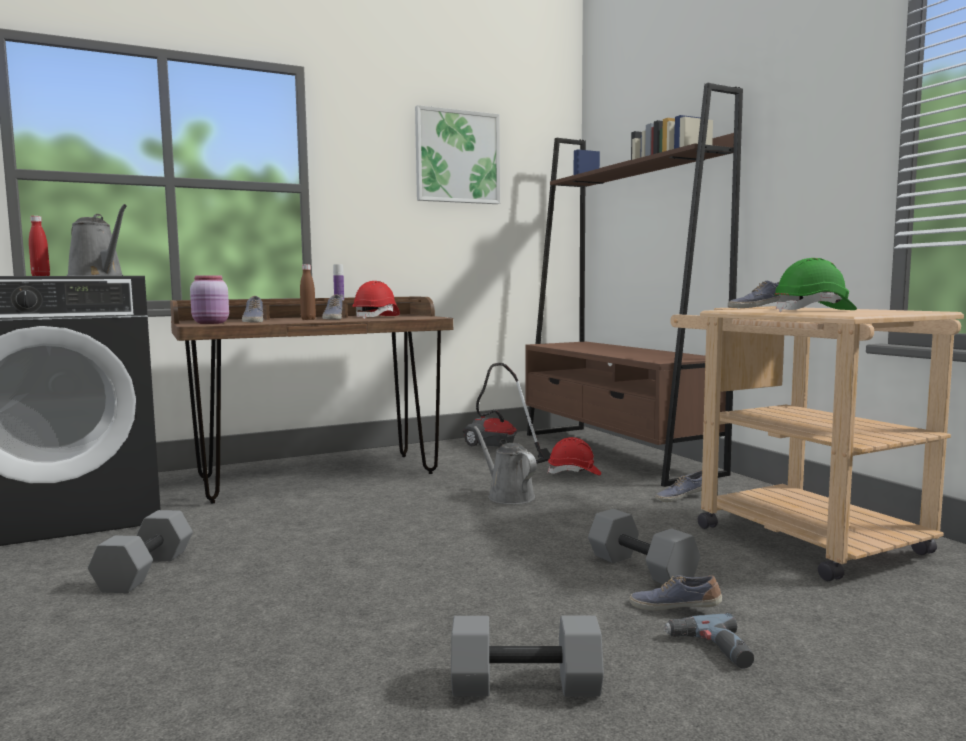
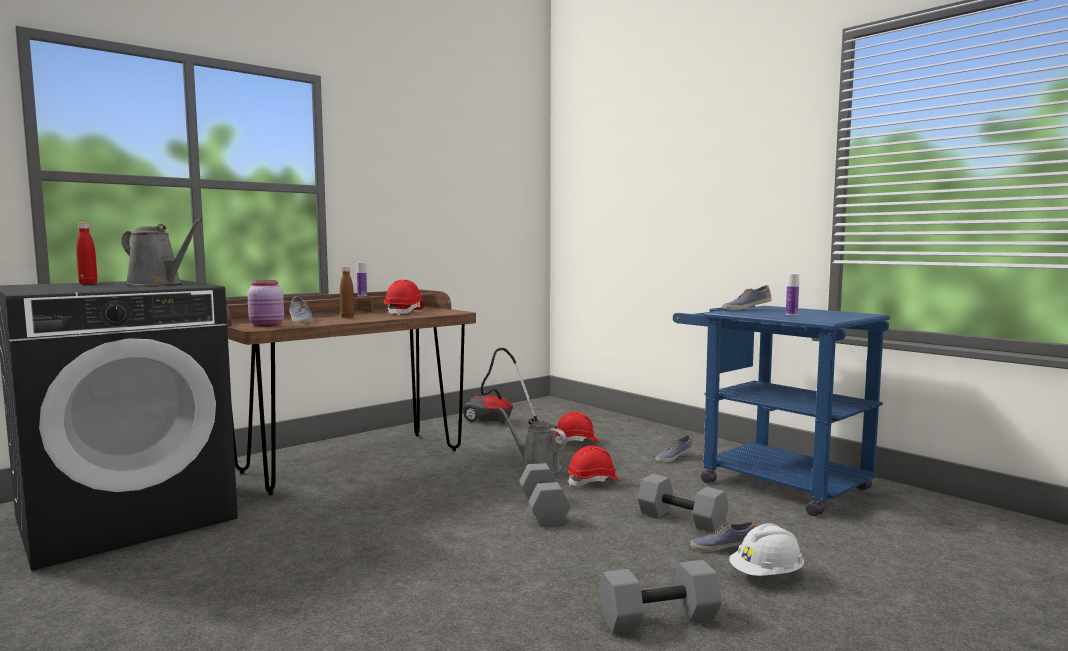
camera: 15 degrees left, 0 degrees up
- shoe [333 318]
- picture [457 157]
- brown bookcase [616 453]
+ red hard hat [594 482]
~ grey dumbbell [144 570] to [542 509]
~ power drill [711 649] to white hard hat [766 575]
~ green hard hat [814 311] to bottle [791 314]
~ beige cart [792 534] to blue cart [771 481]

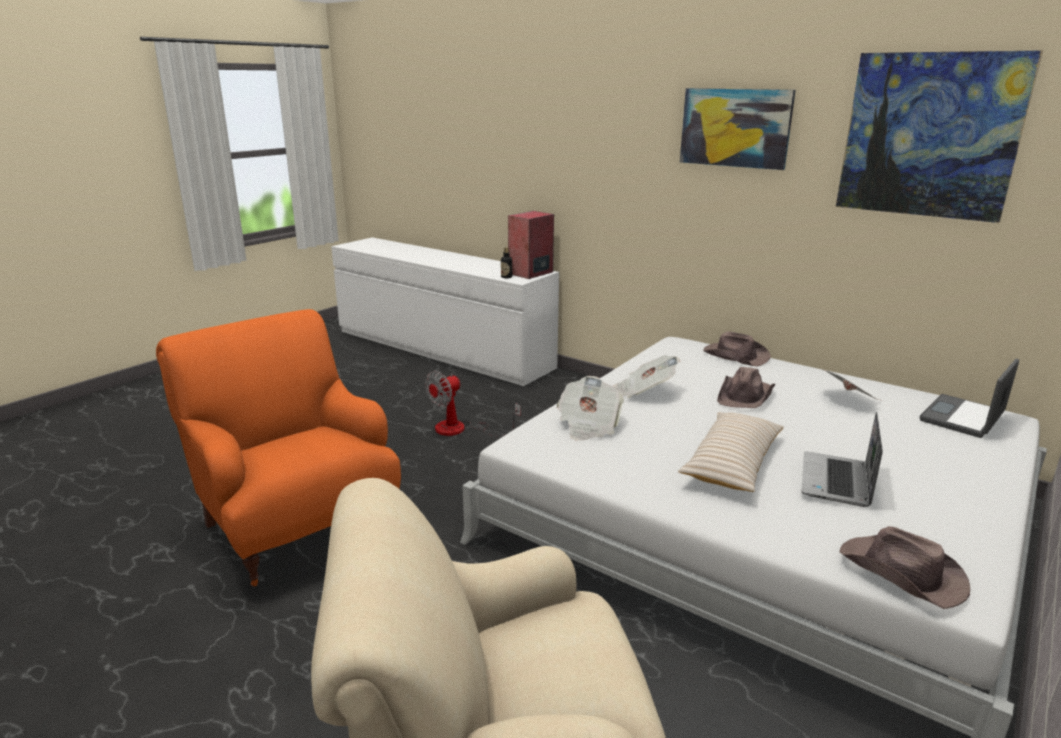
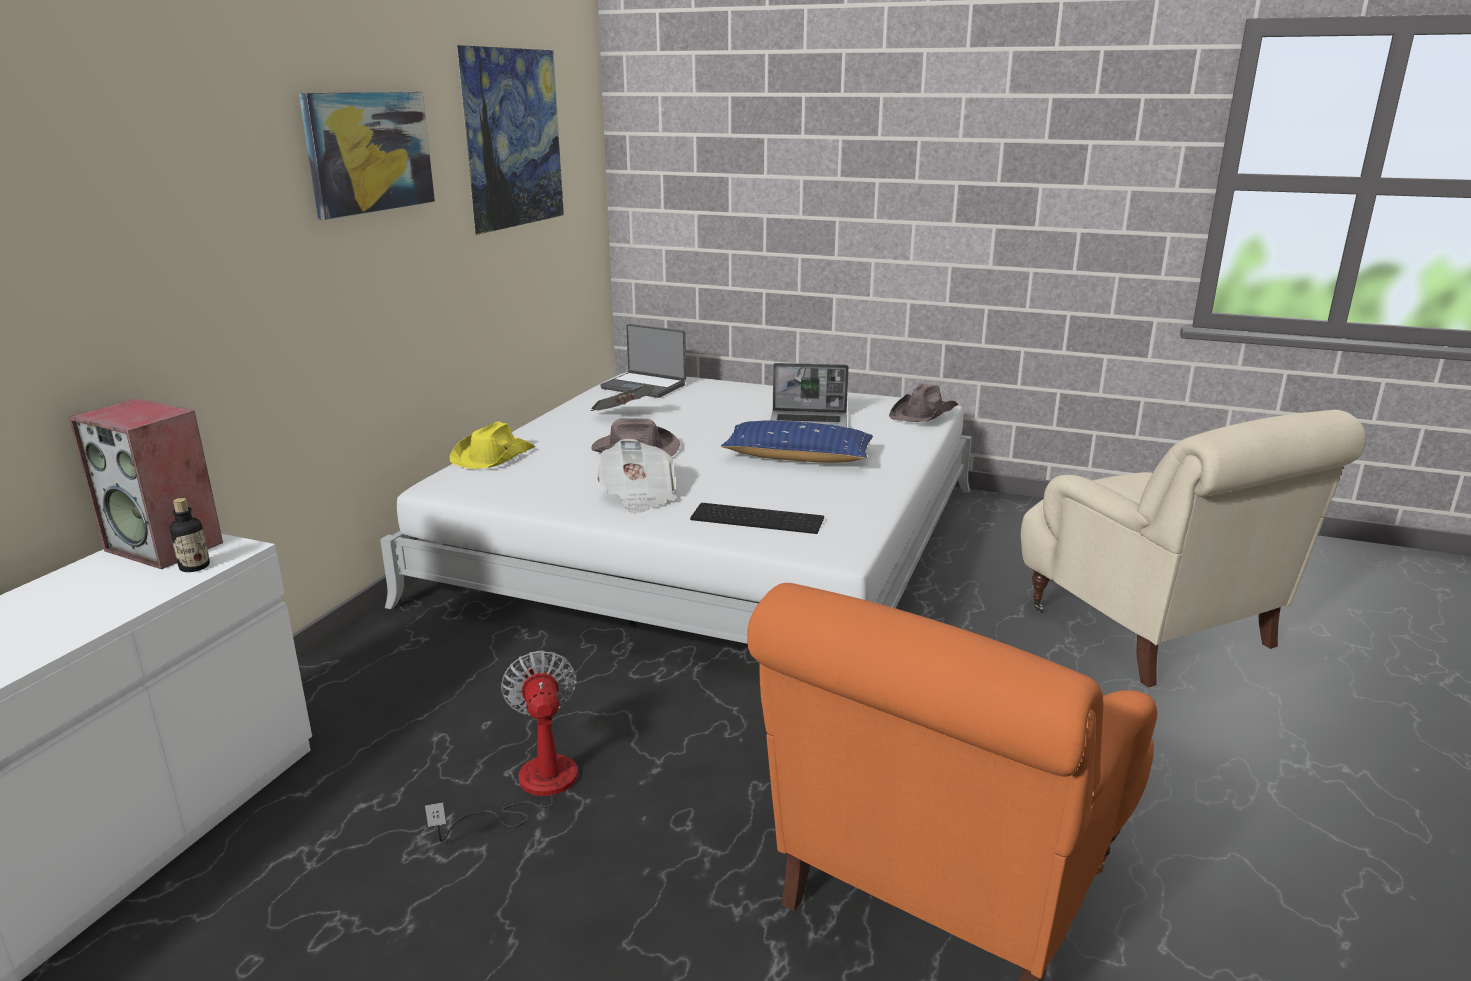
camera: 105 degrees left, 0 degrees up
~ newspaper [588 425] to keyboard [759 518]
~ beige pillow [732 463] to blue pillow [797 457]
~ brown hat [735 355] to yellow hat [492 456]
~ fan [461 429] = [531 789] 135 degrees counterclockwise

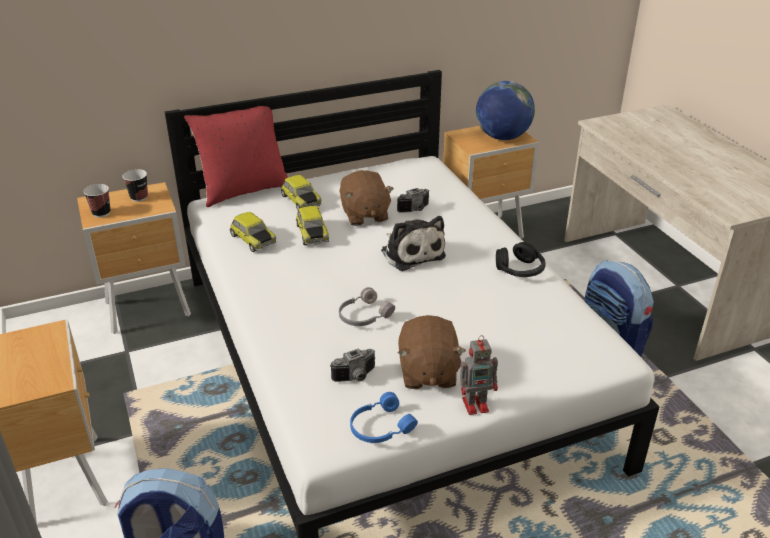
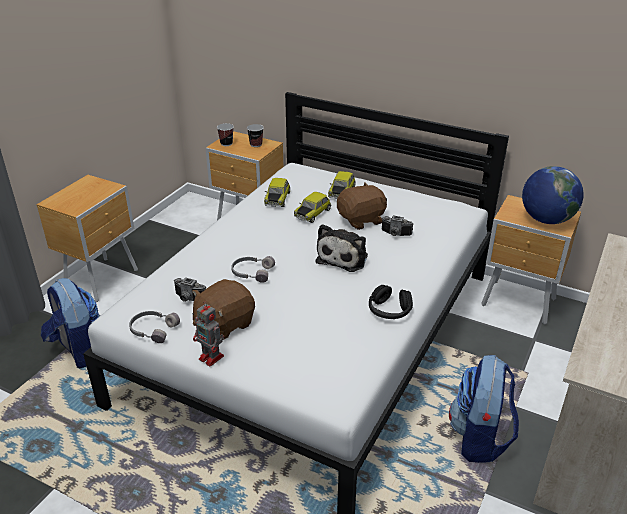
camera: 50 degrees right, 0 degrees up
- red pillow [243 190]
~ blue headphones [380 427] to grey headphones [153 330]
~ brown plush toy [364 215] = [361 220] 150 degrees counterclockwise

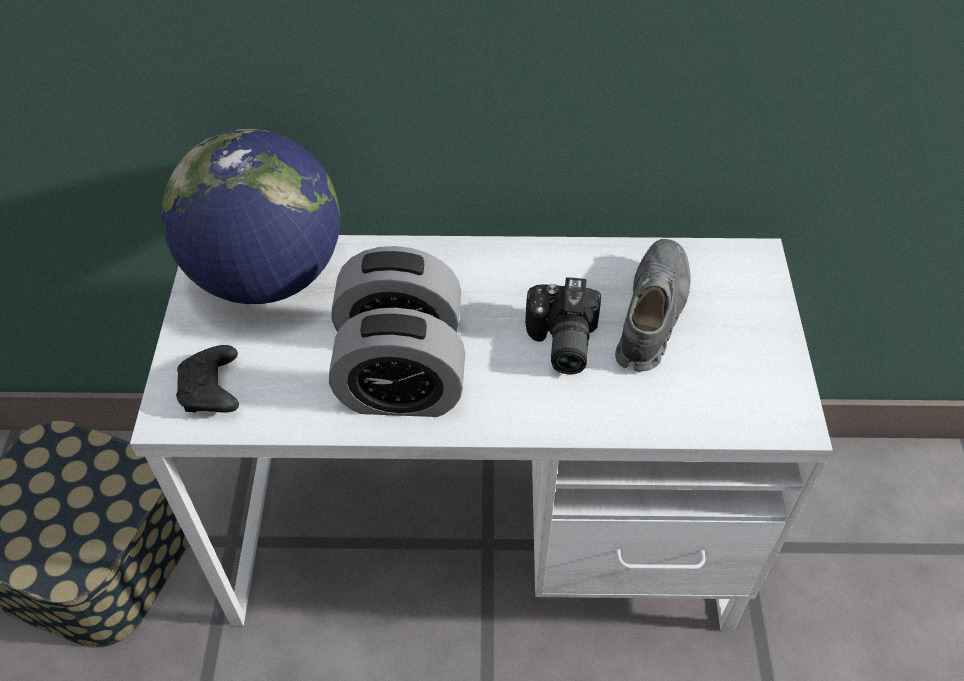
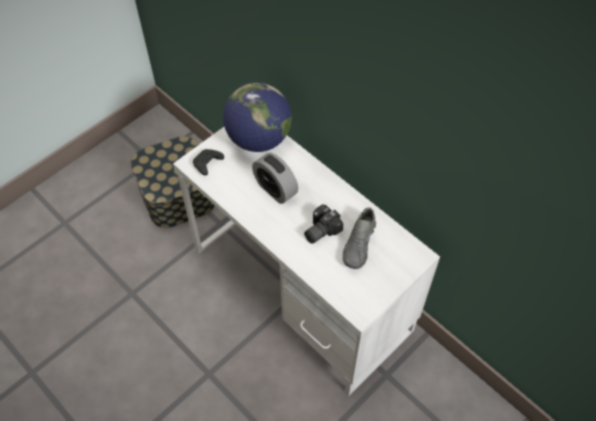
camera: 45 degrees right, 5 degrees up
- alarm clock [401 397]
~ grey shoe [651 314] = [359 245] 135 degrees clockwise

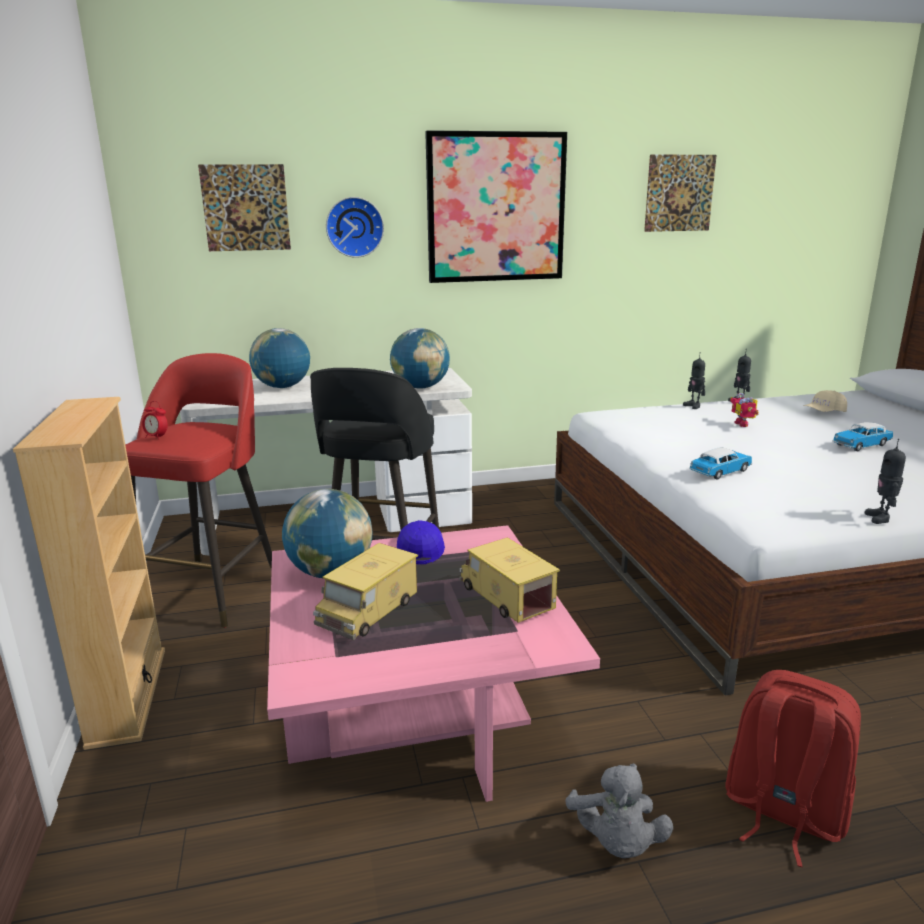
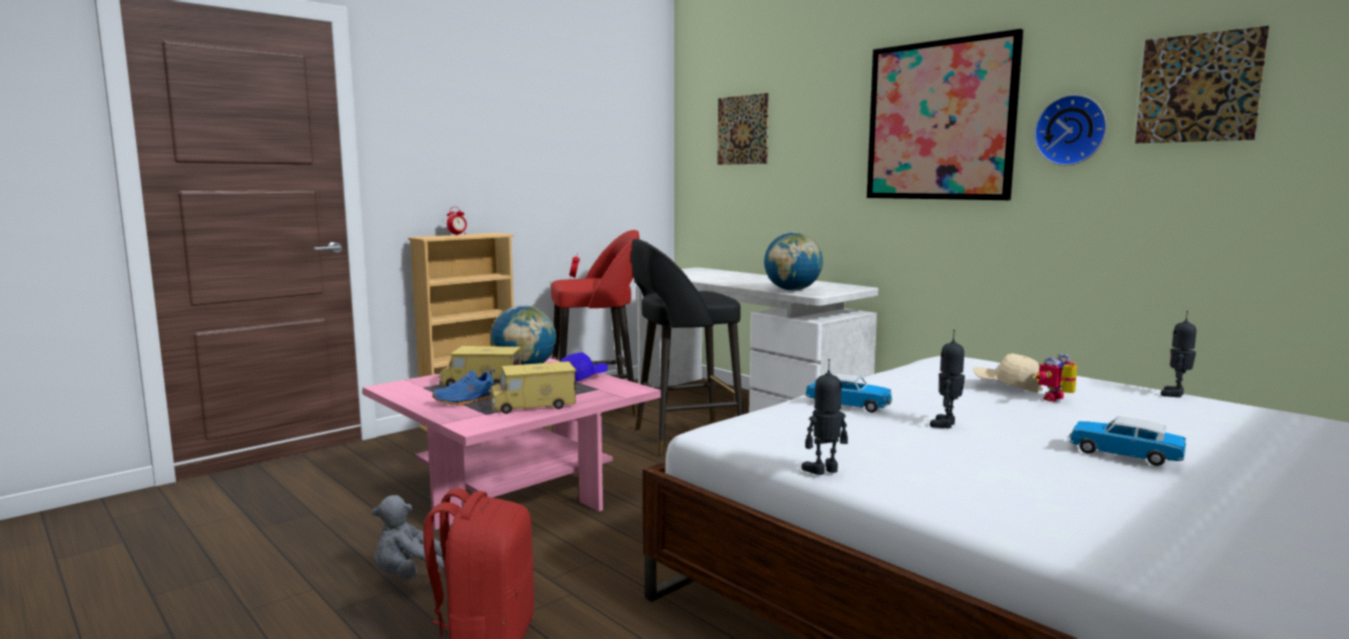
camera: 60 degrees right, 10 degrees down
- globe [282 387]
+ blue shoe [466 401]
+ alarm clock [457 235]
~ wall clock [354 227] to [1071 130]
~ toy robot [693 406] to [946 425]
~ beige cap [824 412] to [1007 386]
~ toy truck [506 597] = [532 405] 135 degrees counterclockwise

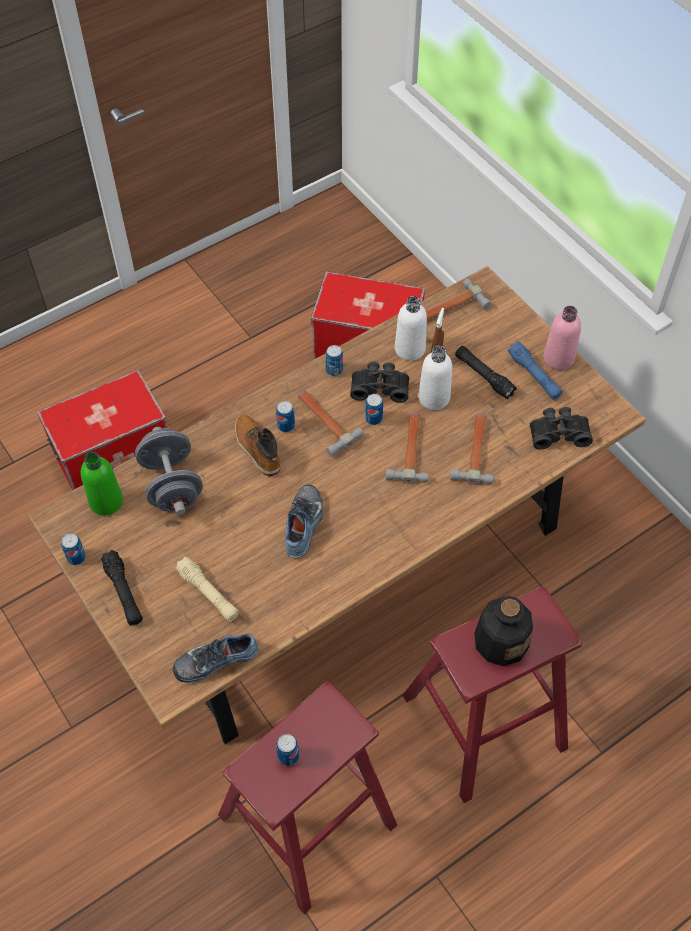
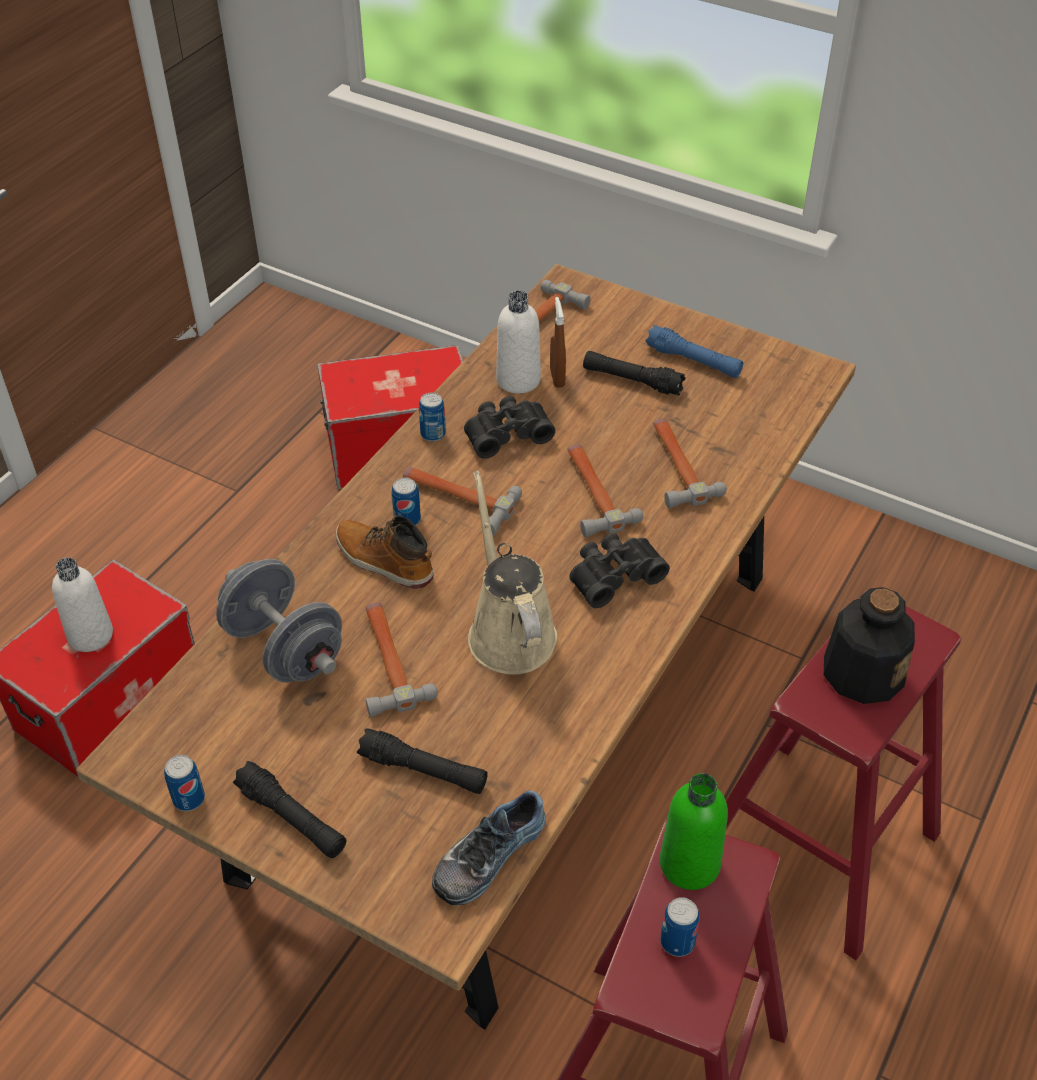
camera: 25 degrees left, 10 degrees down
- can [373 418]
- pink bottle [558 358]
+ hammer [388 660]
~ green bottle [106 501] to [689 864]
~ white bottle [434 398] to [90 635]
~ black binoculars [558 432] to [613 575]
~ shoe [305 525] to beige watering can [509 631]
~ beige flashlight [208 593] to black flashlight [423 770]

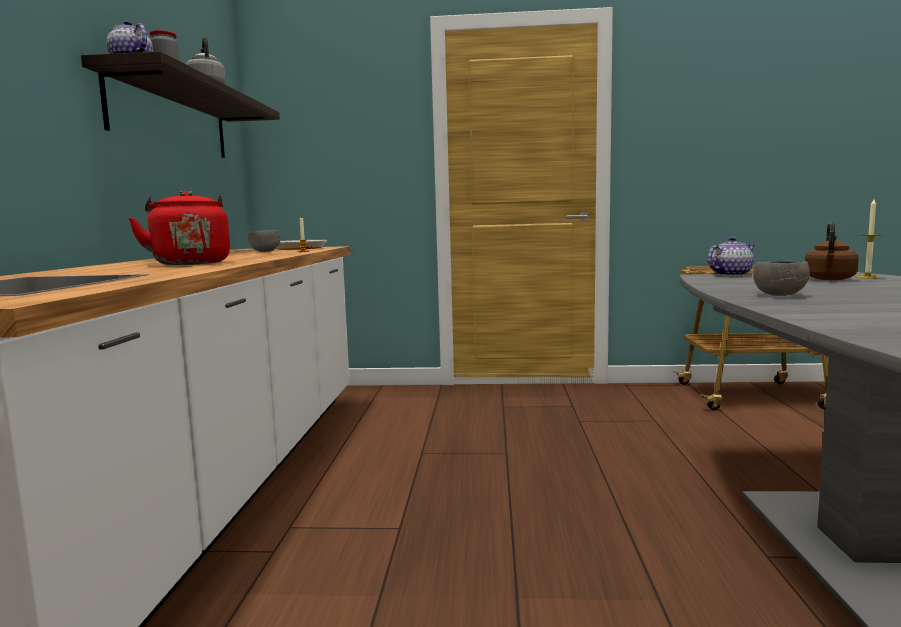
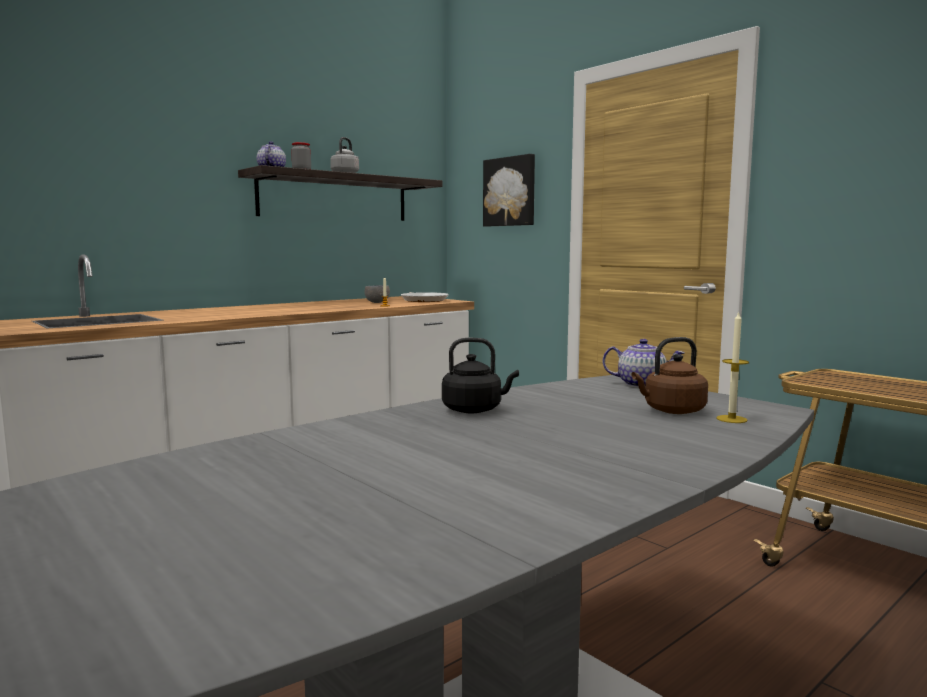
camera: 45 degrees right, 0 degrees up
- red kettle [190 263]
+ picture [510 192]
~ grey bowl [778 295] to black kettle [475 410]

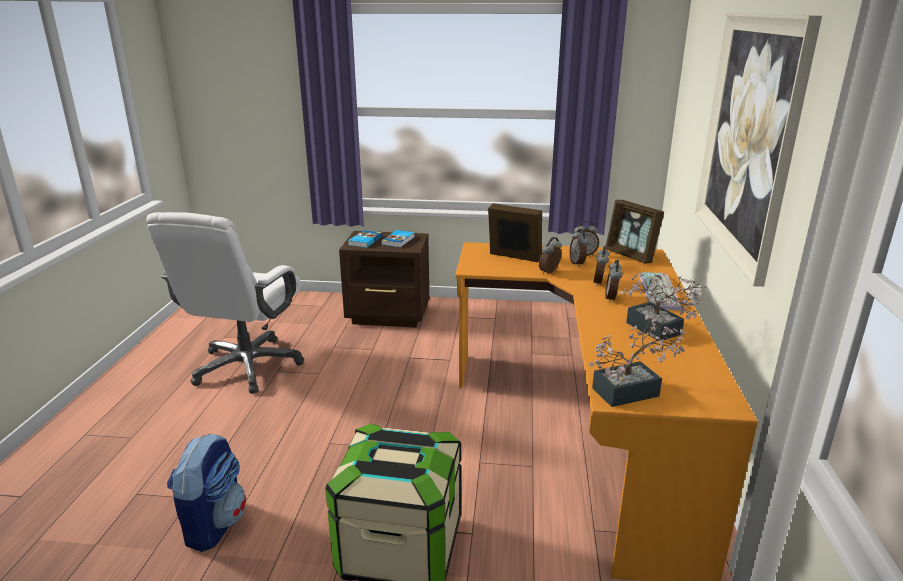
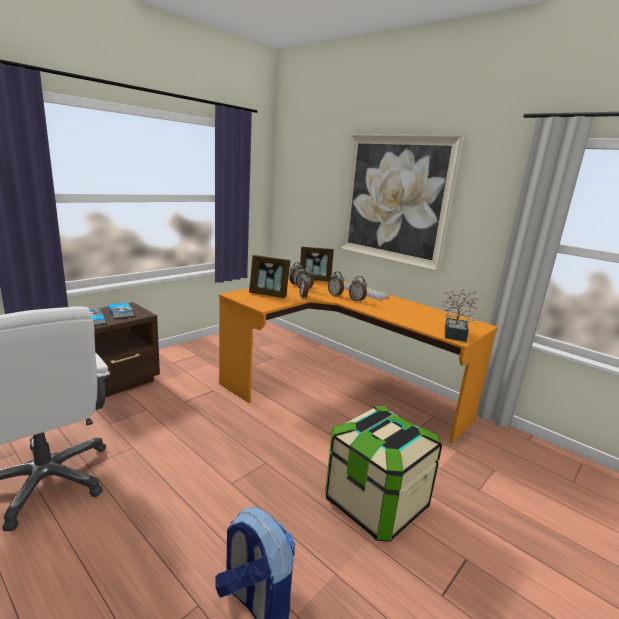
camera: 55 degrees left, 5 degrees down
- potted plant [657 331]
~ picture frame [513 257] = [268 294] 135 degrees counterclockwise

